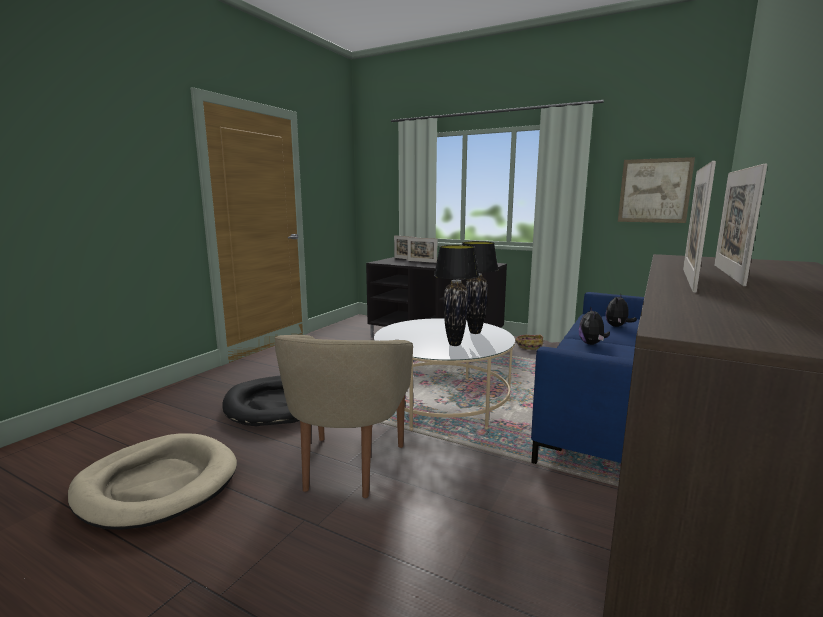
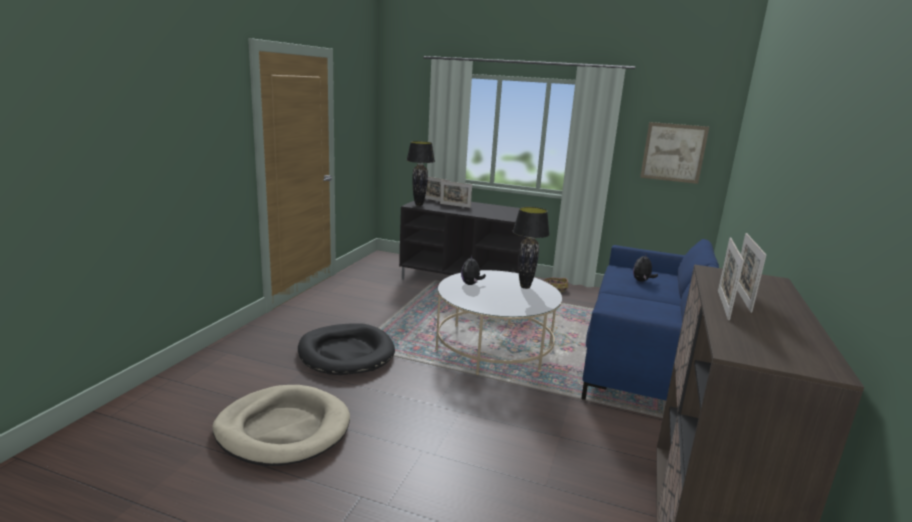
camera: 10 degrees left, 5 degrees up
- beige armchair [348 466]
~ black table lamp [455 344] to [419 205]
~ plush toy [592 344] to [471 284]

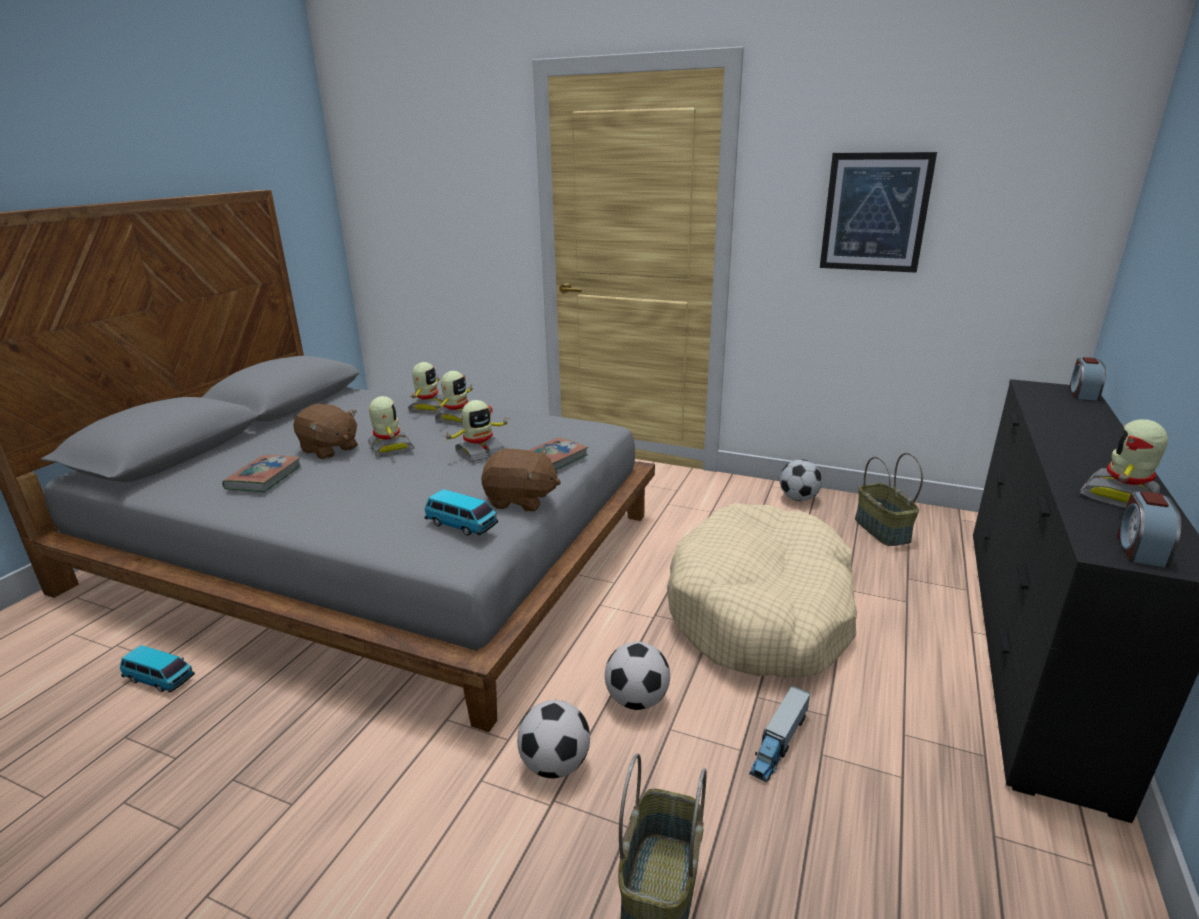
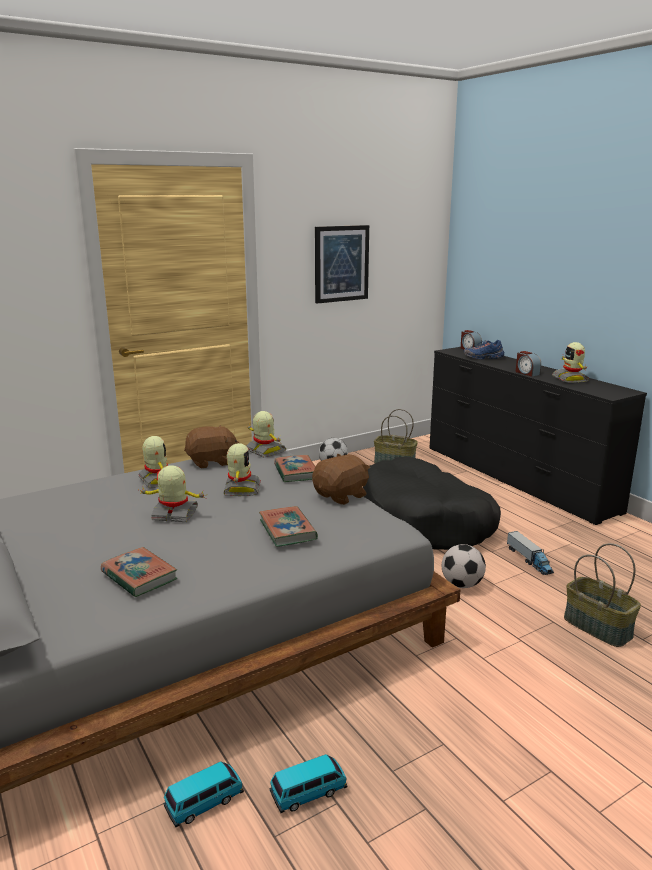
camera: 55 degrees left, 5 degrees down
- football [555 764]
+ book [287 530]
+ blue shoe [483 357]
~ brown plush toy [329 450] to [211 462]
~ toy robot [429 407] to [265 451]
~ toy car [462 525] to [308 793]
~ alarm clock [1140 549] to [527 373]
~ beige dog bed [761 611] to black dog bed [425 521]

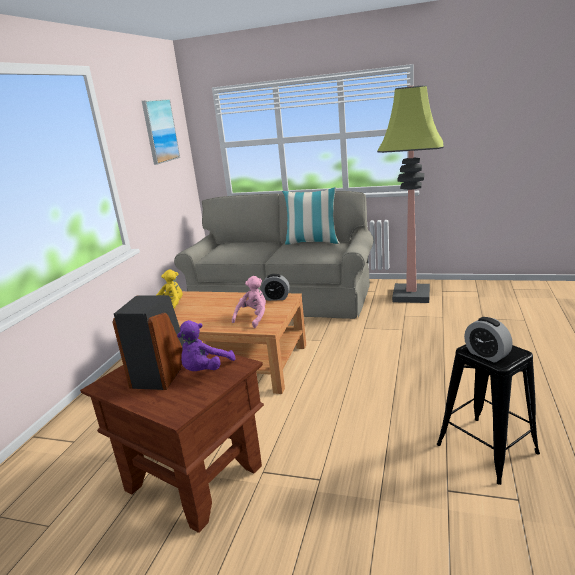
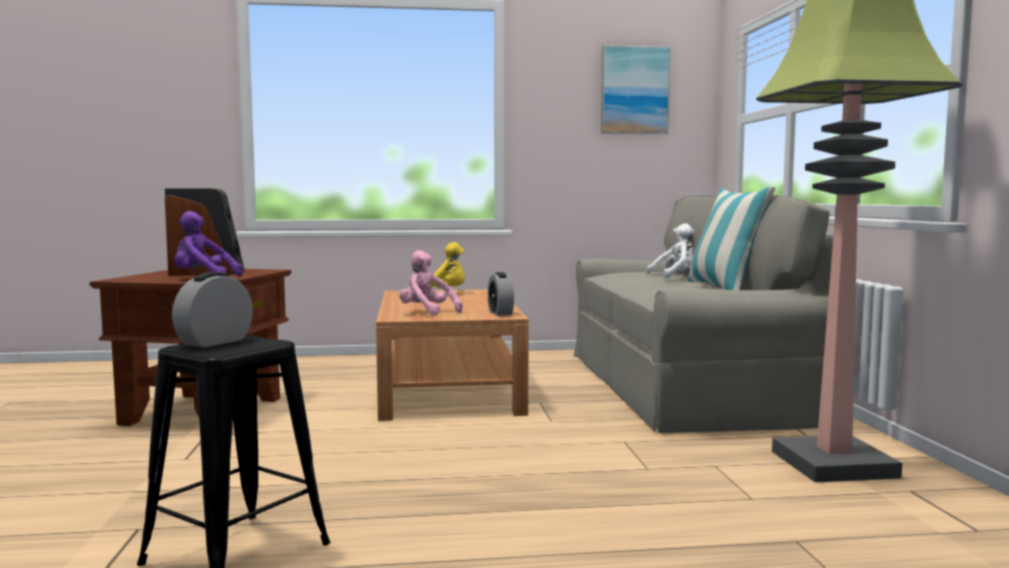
camera: 65 degrees right, 15 degrees down
+ white plush toy [675 276]
~ pink plush toy [253 318] = [426 312] 150 degrees counterclockwise

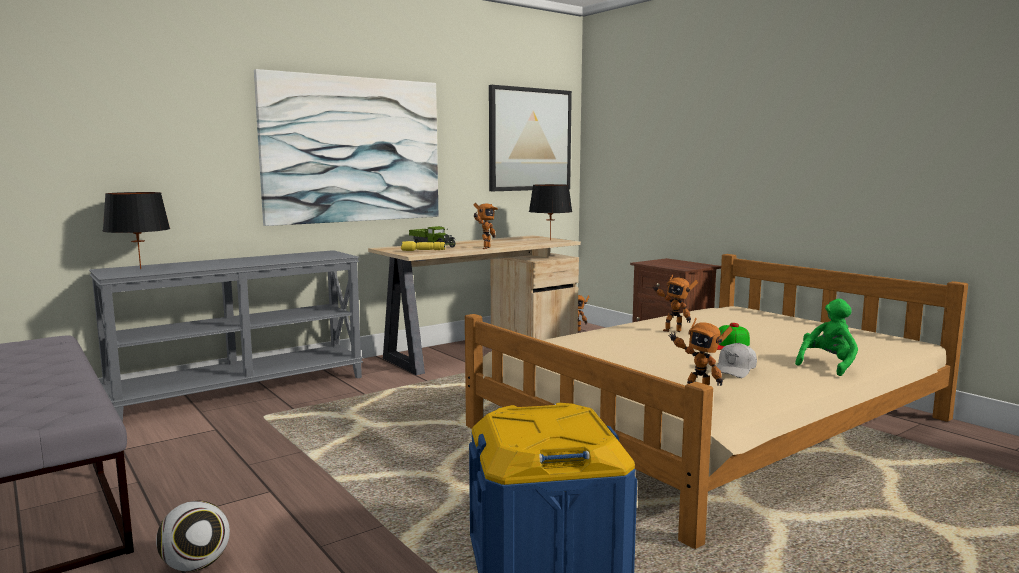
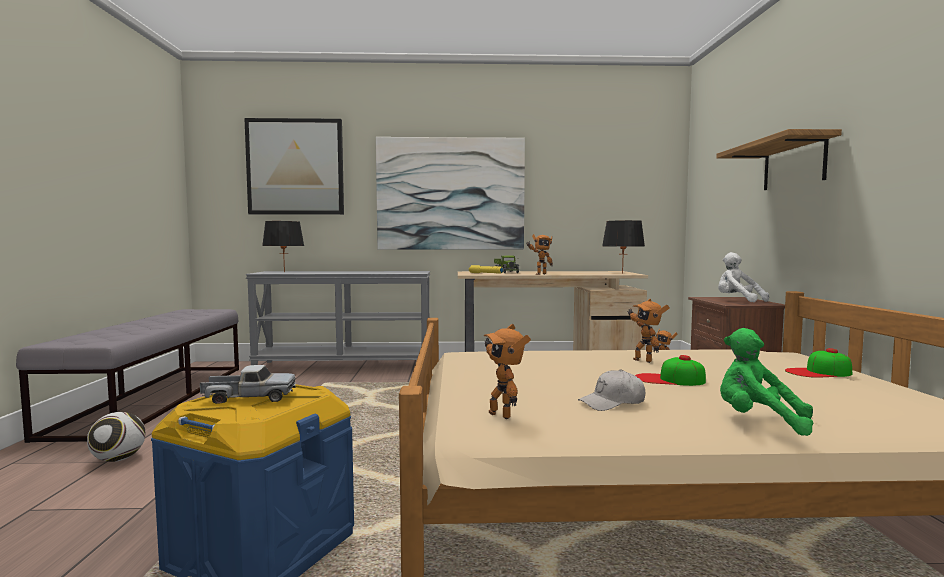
camera: 35 degrees right, 5 degrees down
+ toy truck [249 397]
+ shelf [794 164]
+ white plush toy [737 301]
+ cap [819 372]
~ picture [529 139] to [295 167]
~ green plush toy [828 365] = [758 421] 135 degrees counterclockwise

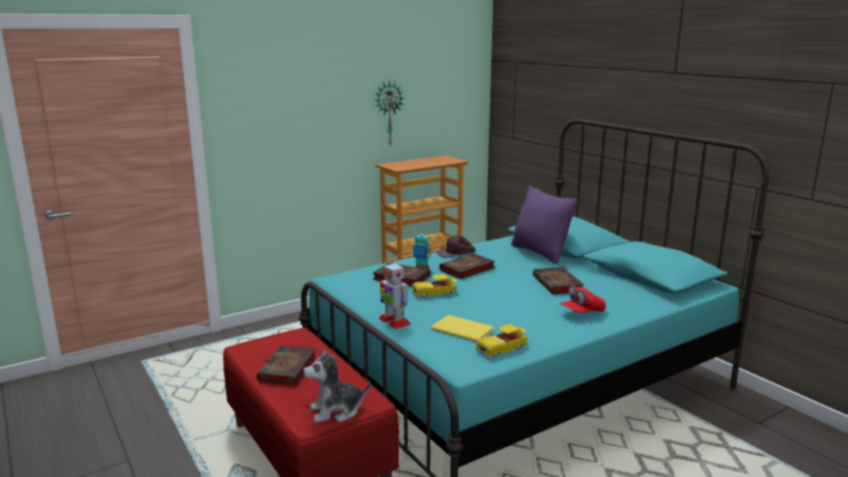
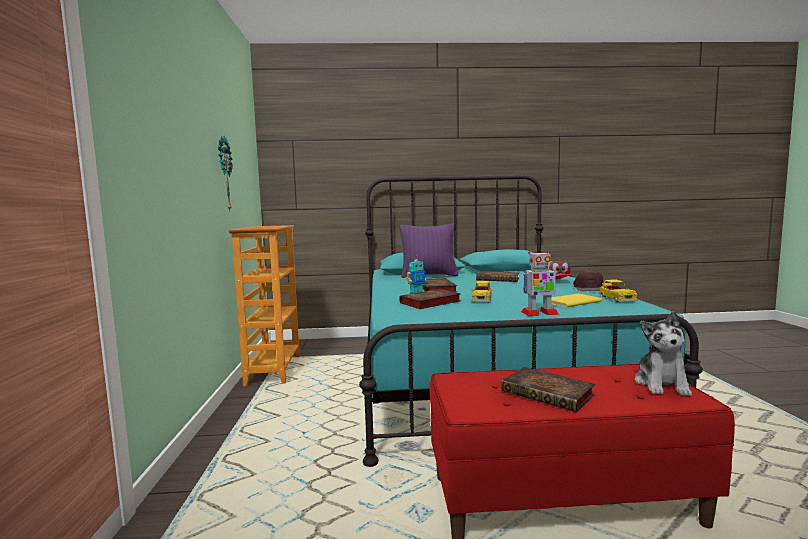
camera: 60 degrees left, 10 degrees down
~ brown cap [456 253] to [589 288]

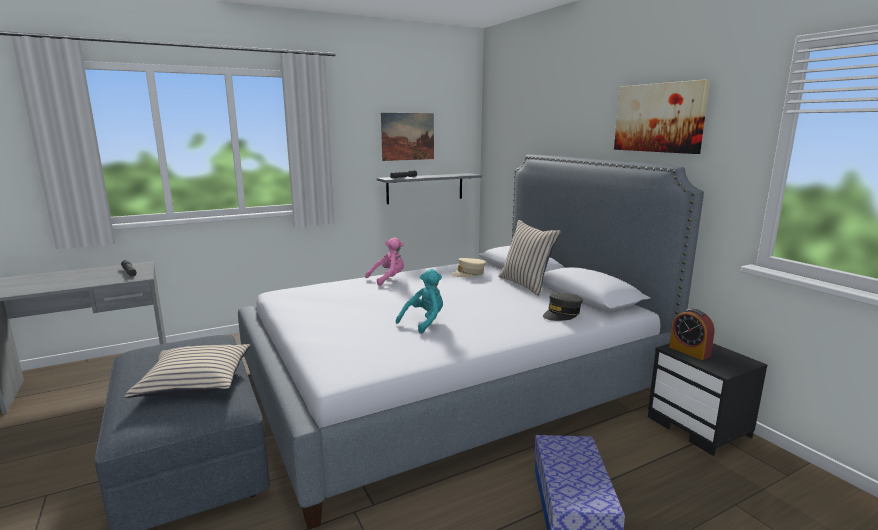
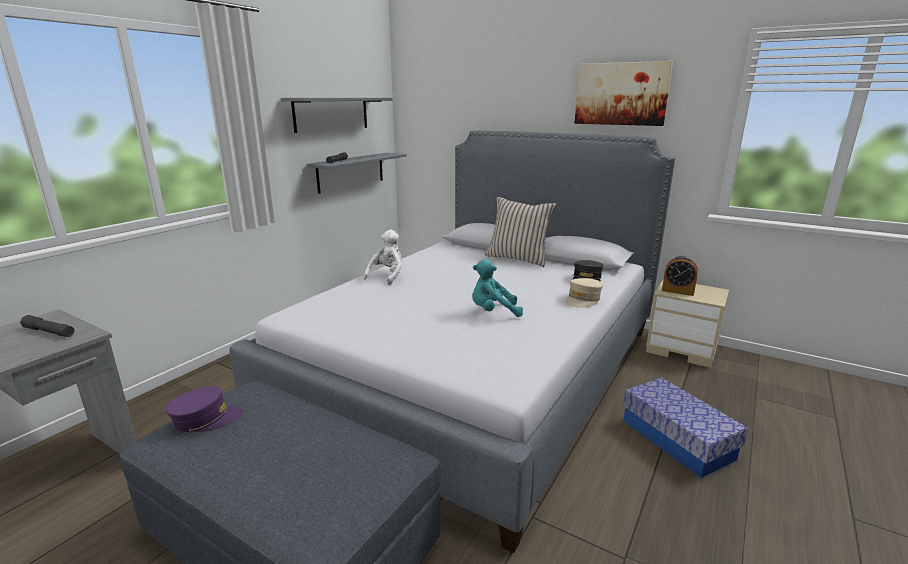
camera: 30 degrees left, 5 degrees up
- beige pillow [195 381]
+ purple cap [206 419]
~ beige cap [468 274] to [582 300]
~ picture [408 136] to grey shelf [331 114]
~ pink plush toy [388 279] to white plush toy [387 276]
~ black nightstand [700 427] to beige nightstand [682 349]
~ turquoise plush toy [424 322] = [493 312] 105 degrees counterclockwise

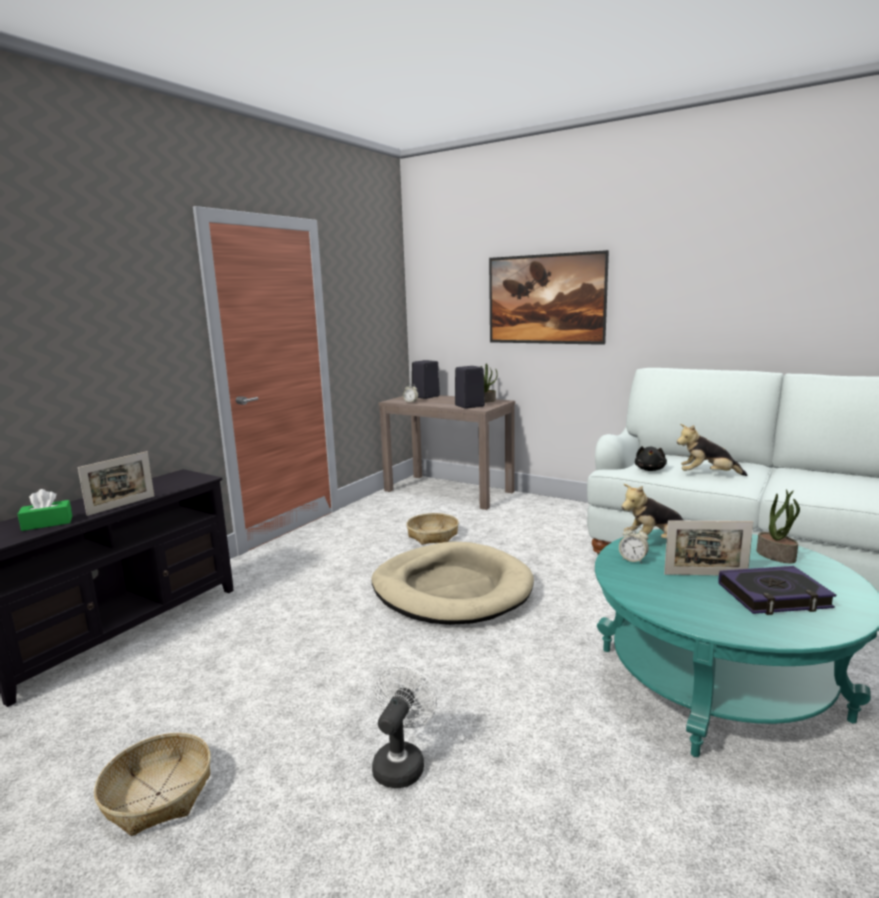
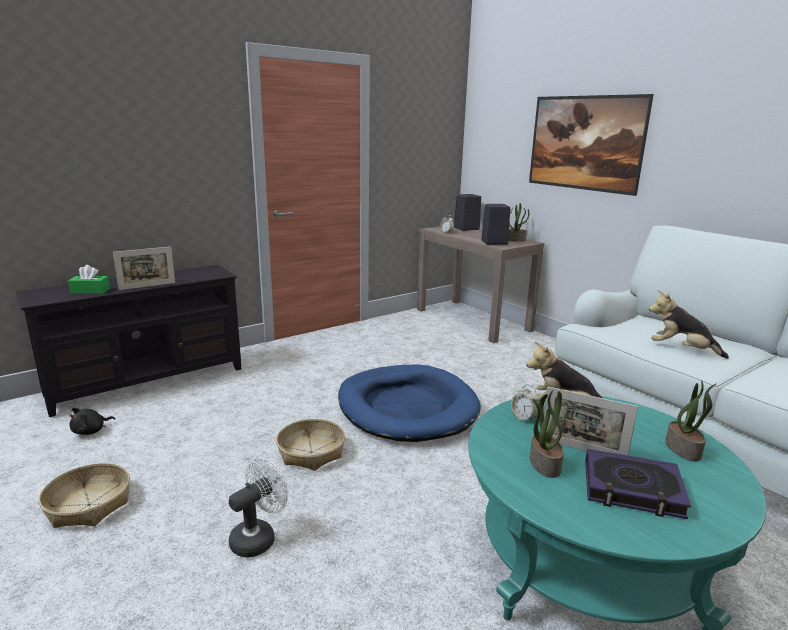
camera: 20 degrees right, 5 degrees up
+ potted plant [544 464]
~ basket [432 535] to [311 452]
~ black plush toy [650 469] to [91 431]
~ beige dog bed [451 589] to blue dog bed [406 407]

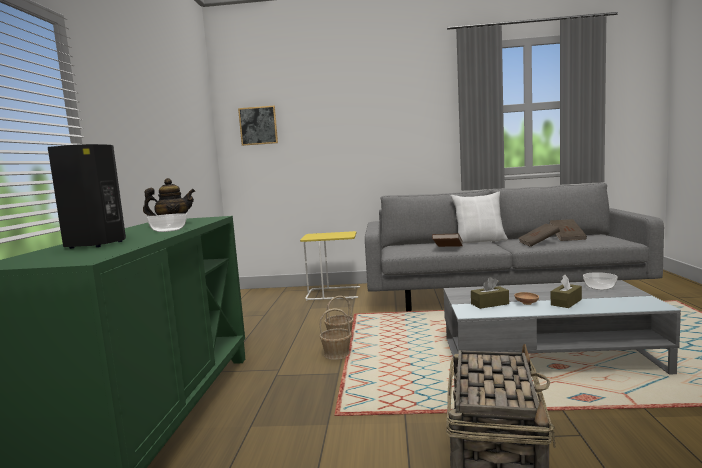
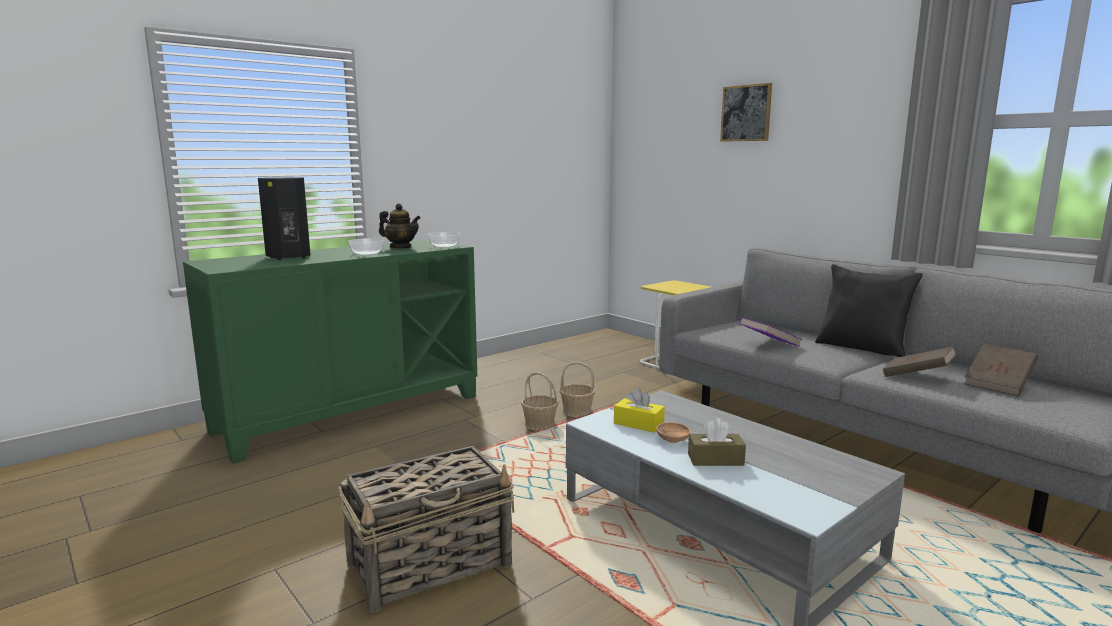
camera: 45 degrees right, 5 degrees up
~ picture [258 125] to [746 113]
~ bowl [600 287] to [444 246]
~ brown book [447 249] to purple book [769 344]
~ white pillow [479 241] to black pillow [862 347]
~ brown tissue box [489 304] to yellow tissue box [638 424]

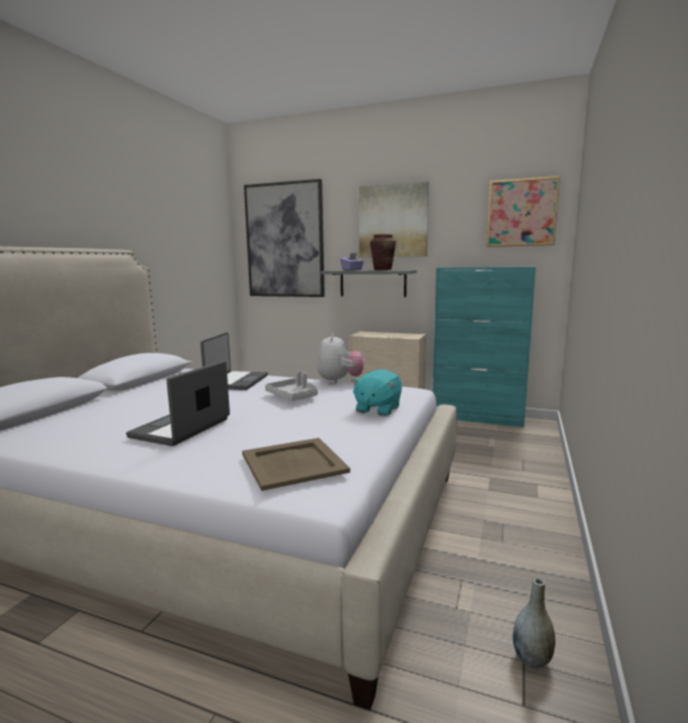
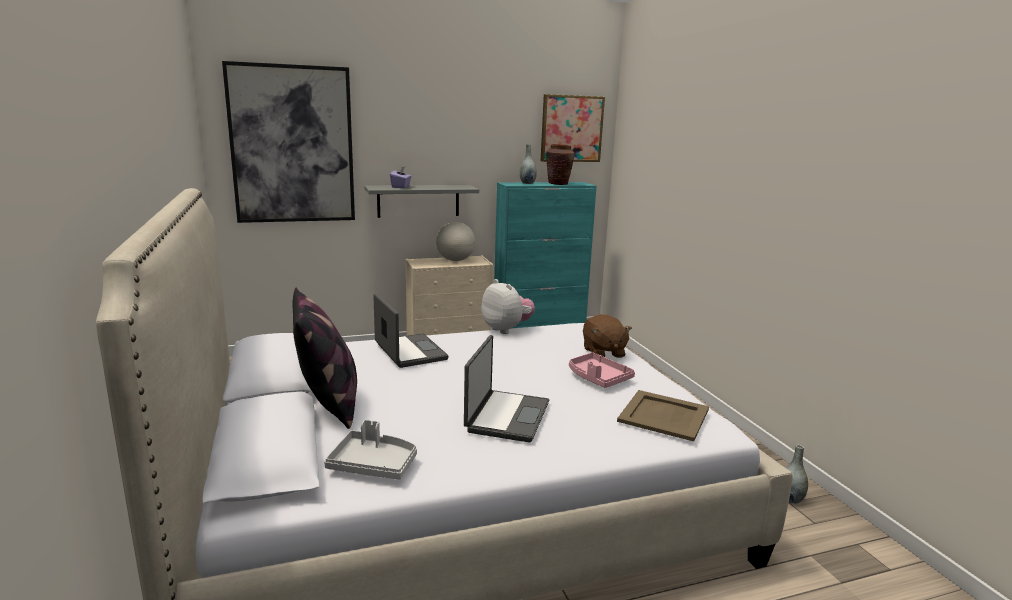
camera: 40 degrees left, 5 degrees up
- picture [393 221]
+ pillow [328 403]
+ globe [455 260]
+ grey vase [527 183]
+ pink tray [598 378]
~ grey tray [294 396] to [373 465]
~ brown vase [382 270] to [558 183]
~ turquoise plush toy [377 409] to brown plush toy [603 352]
~ laptop [182 428] = [506 416] 150 degrees counterclockwise

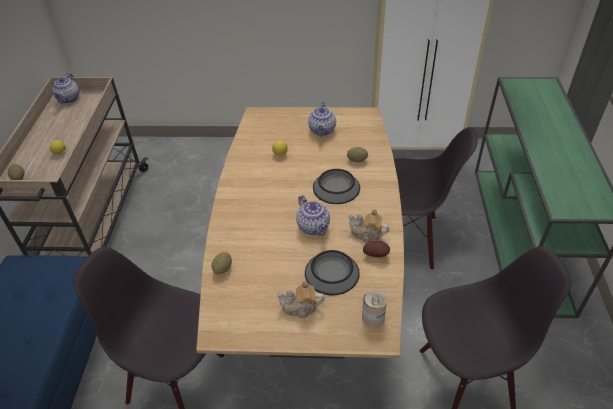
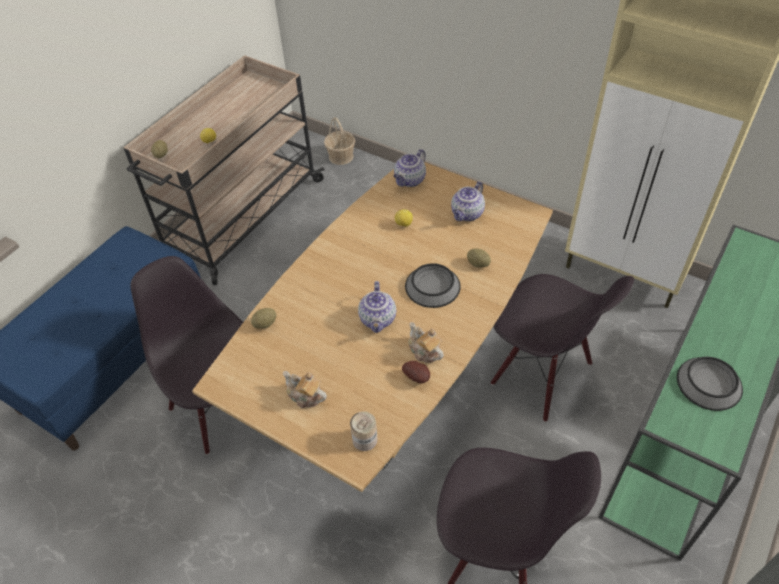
camera: 30 degrees right, 5 degrees up
+ basket [341 156]
~ teapot [69 99] to [410 181]
~ bowl [331 272] to [709 383]

